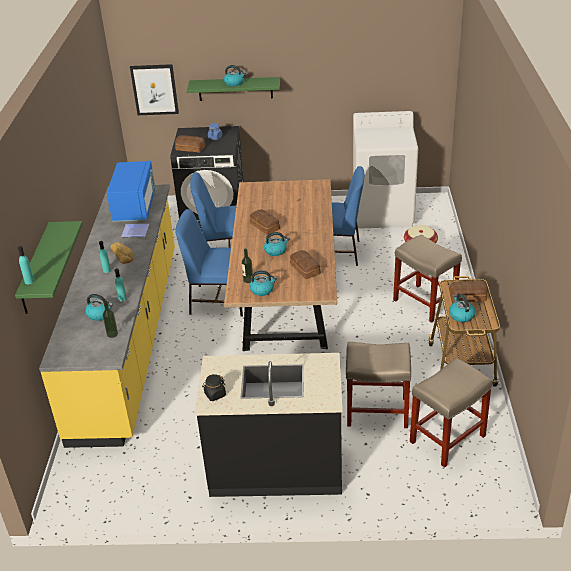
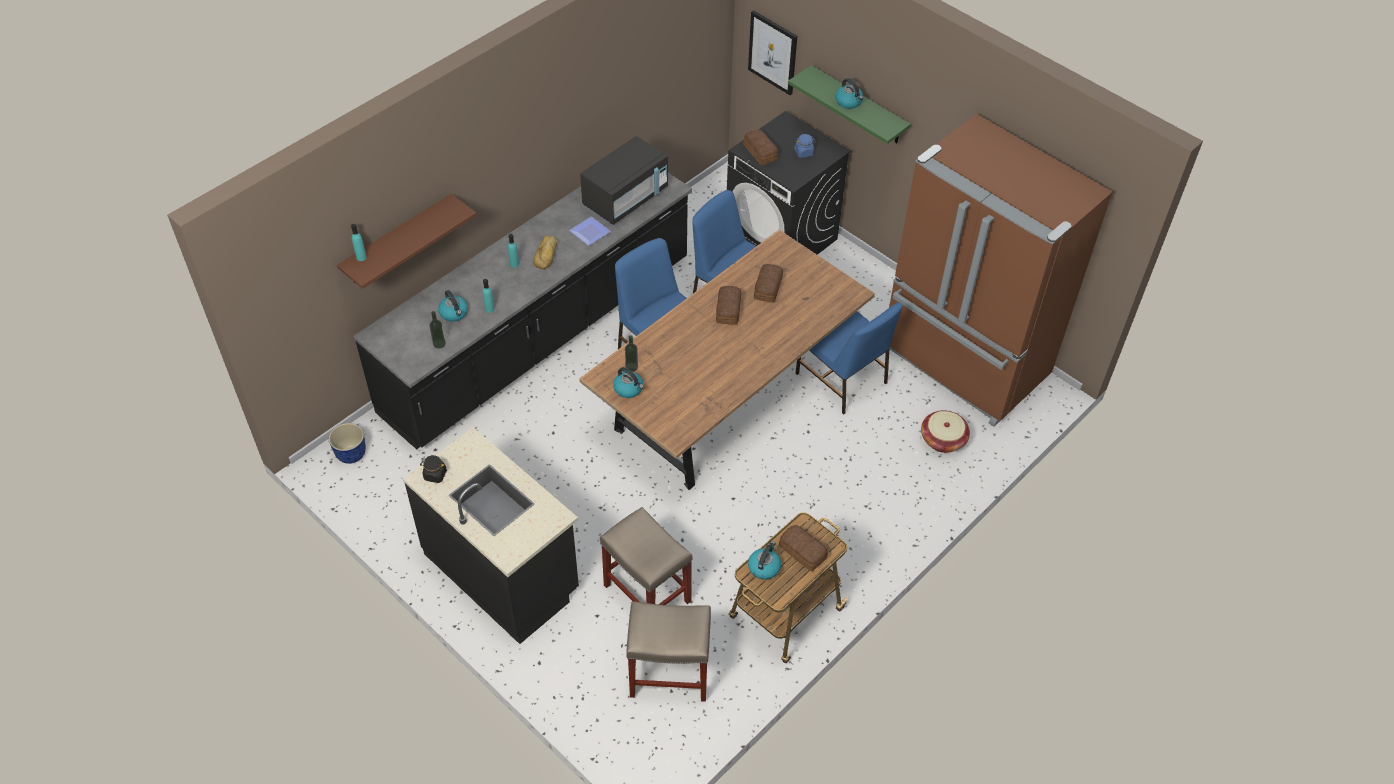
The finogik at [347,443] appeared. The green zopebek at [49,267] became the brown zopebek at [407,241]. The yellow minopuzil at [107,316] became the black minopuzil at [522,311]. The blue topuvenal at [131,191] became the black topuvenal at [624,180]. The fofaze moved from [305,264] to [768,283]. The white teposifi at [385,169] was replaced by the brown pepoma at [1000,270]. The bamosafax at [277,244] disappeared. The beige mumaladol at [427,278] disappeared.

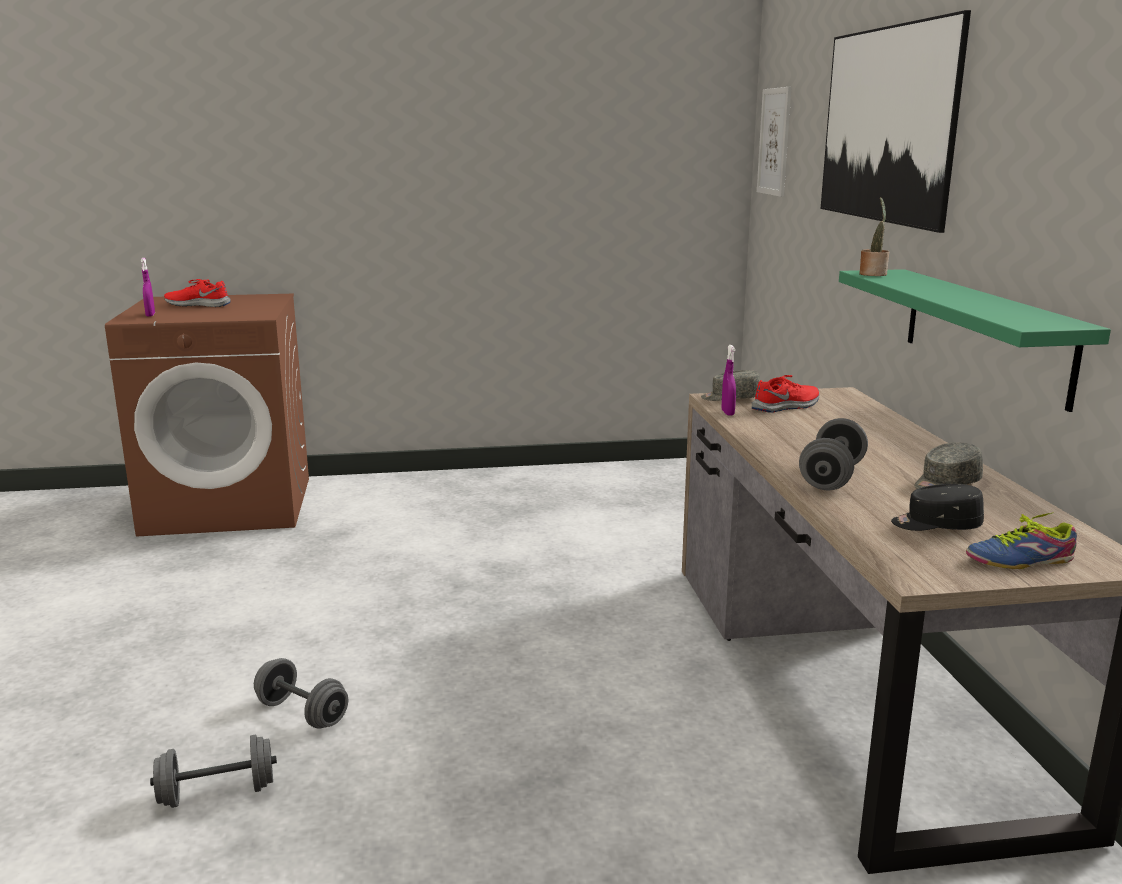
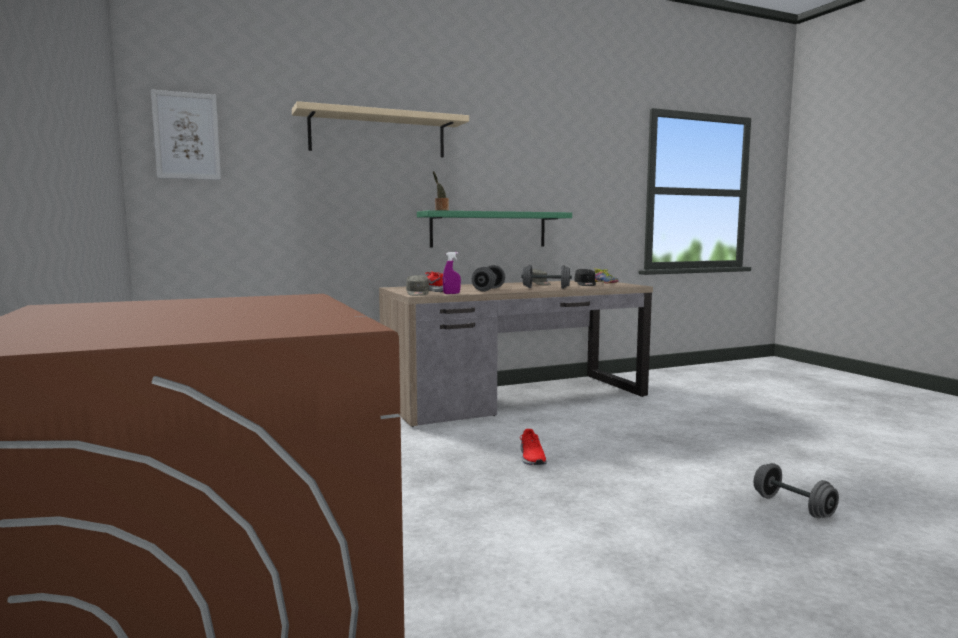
The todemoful at [896,121] was replaced by the beige zopebek at [380,129]. The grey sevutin moved from [301,693] to [488,278]. The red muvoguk moved from [197,293] to [533,447]. The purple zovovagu at [148,287] disappeared.

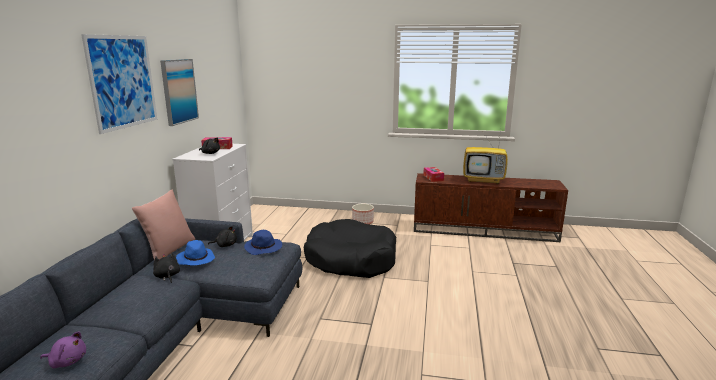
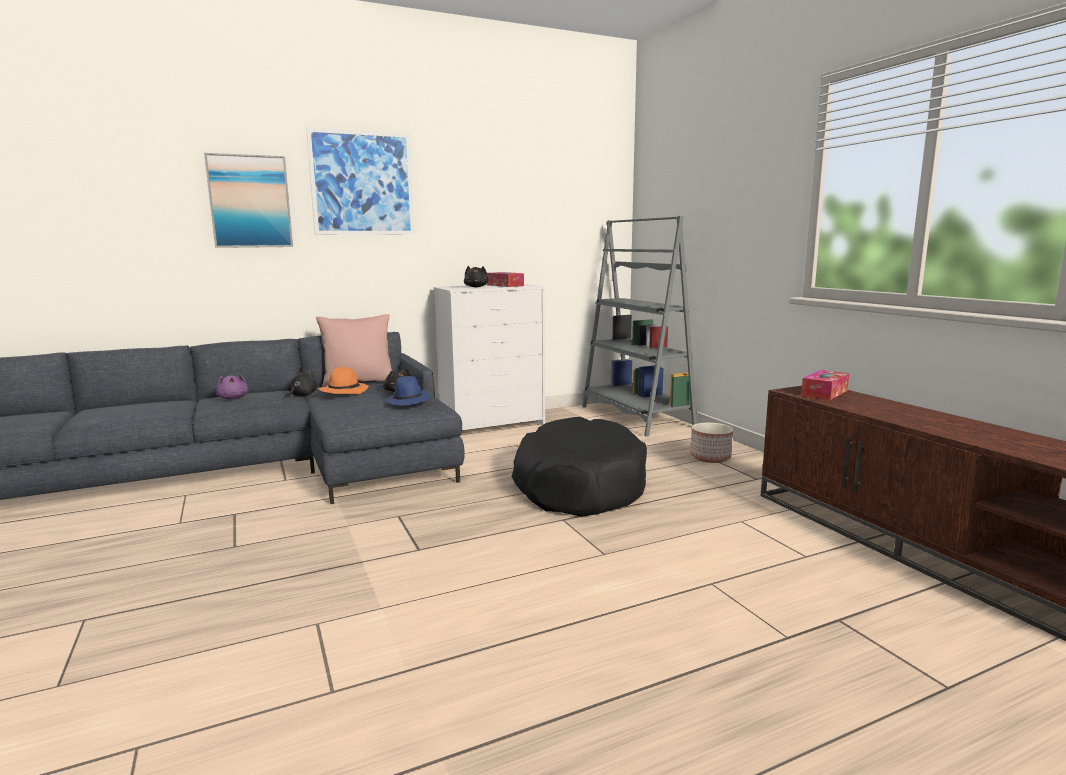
The todemoful moved from [179,92] to [248,200]. The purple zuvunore moved from [63,349] to [232,387]. The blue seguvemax at [195,252] became the orange seguvemax at [343,380]. The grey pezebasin at [639,326] appeared. The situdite at [485,156] disappeared.

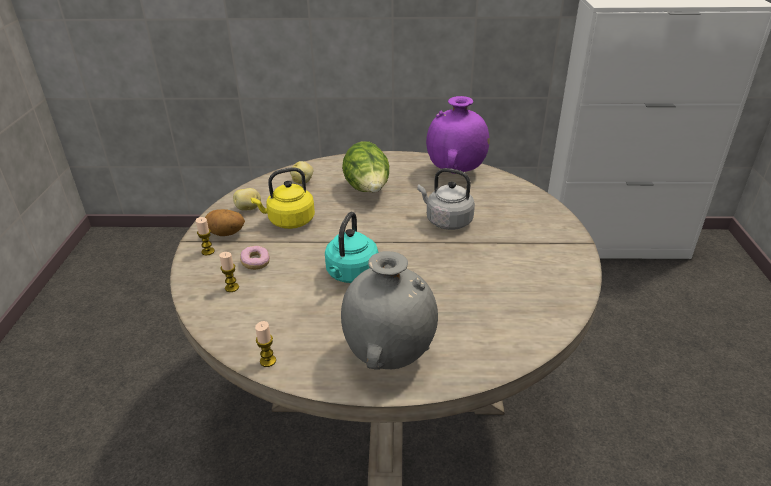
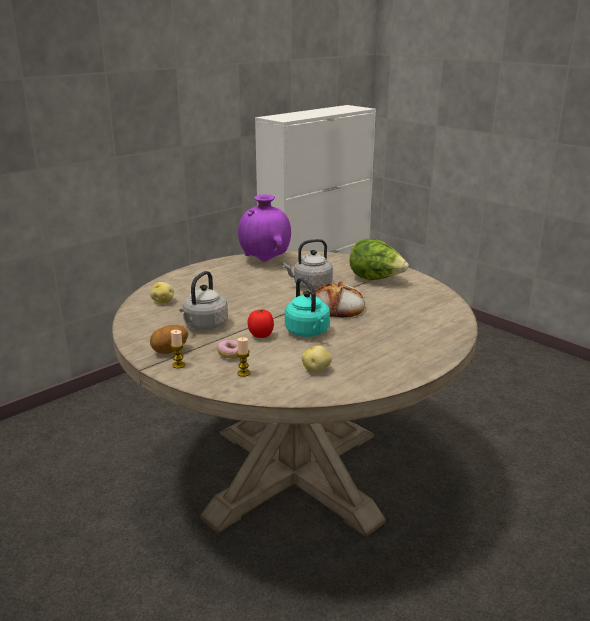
The yellow bamosafax at [283,198] became the grey bamosafax at [203,300]. The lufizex at [260,323] appeared. The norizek moved from [247,199] to [317,359]. The fofaze at [340,299] appeared. The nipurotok moved from [365,167] to [379,259]. The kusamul at [265,344] disappeared. The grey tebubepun at [389,310] disappeared.

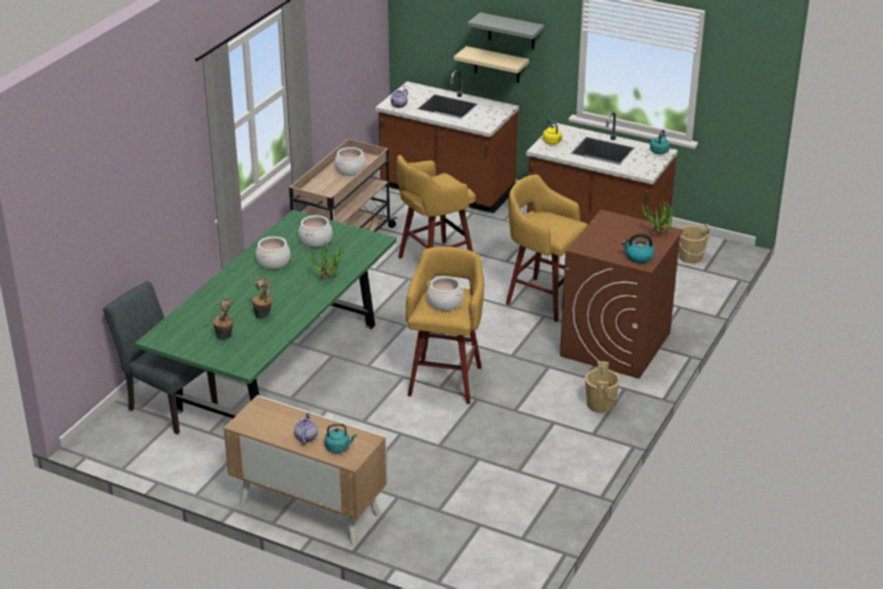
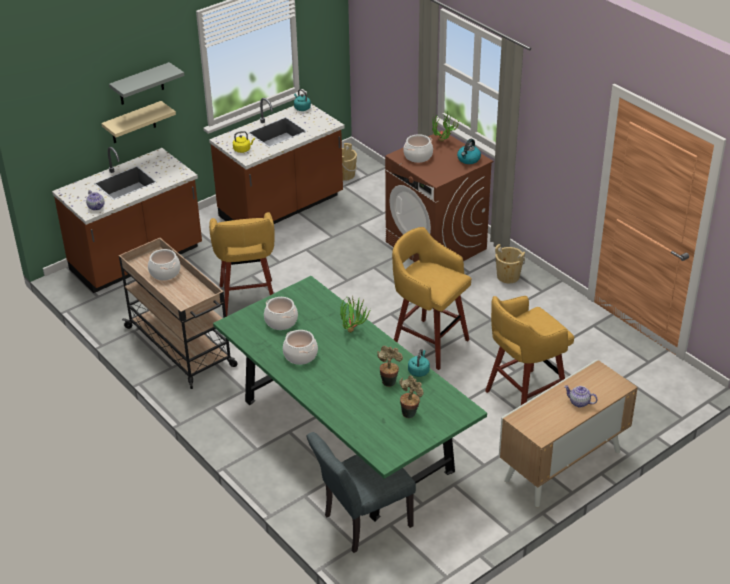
The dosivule moved from [445,293] to [418,148]. The turquoise bamosafax moved from [341,438] to [419,363]. The yellow mumaladol moved from [546,248] to [529,350].

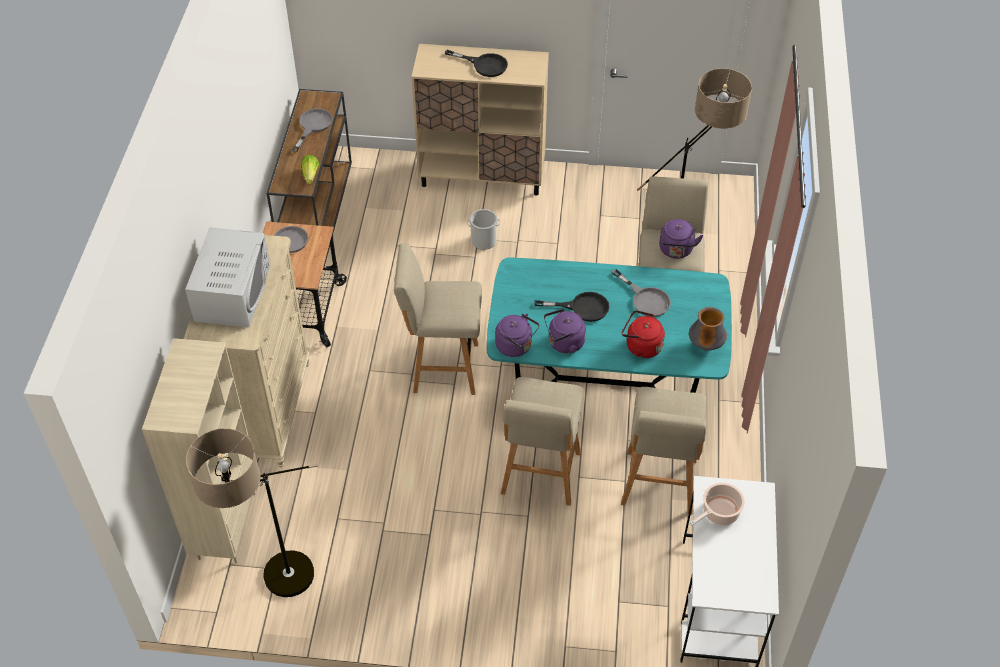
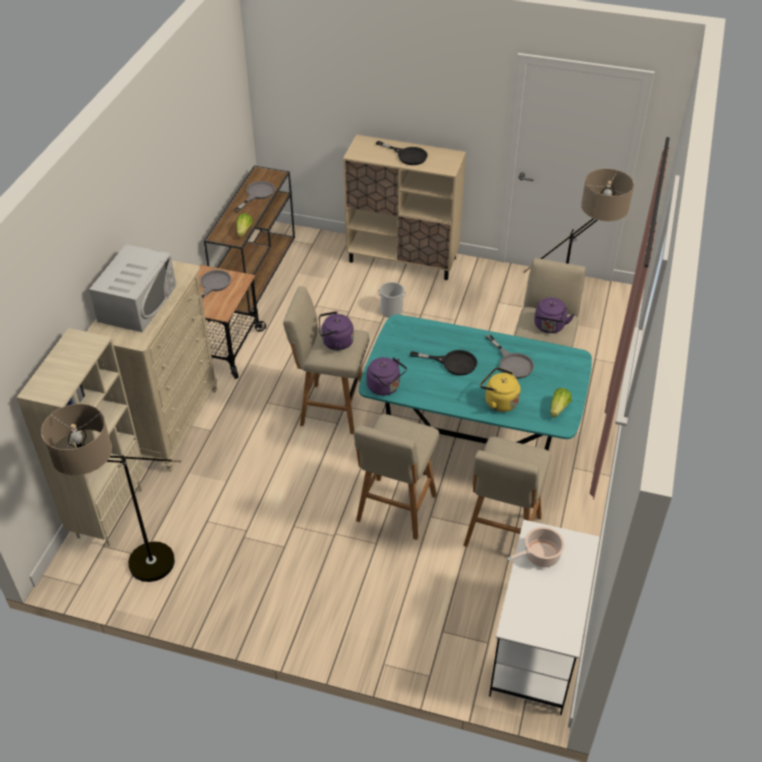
The purple bamosafax moved from [565,331] to [336,330]. The red bamosafax at [643,334] became the yellow bamosafax at [500,389]. The tebubepun at [708,329] was replaced by the nipurotok at [561,403].

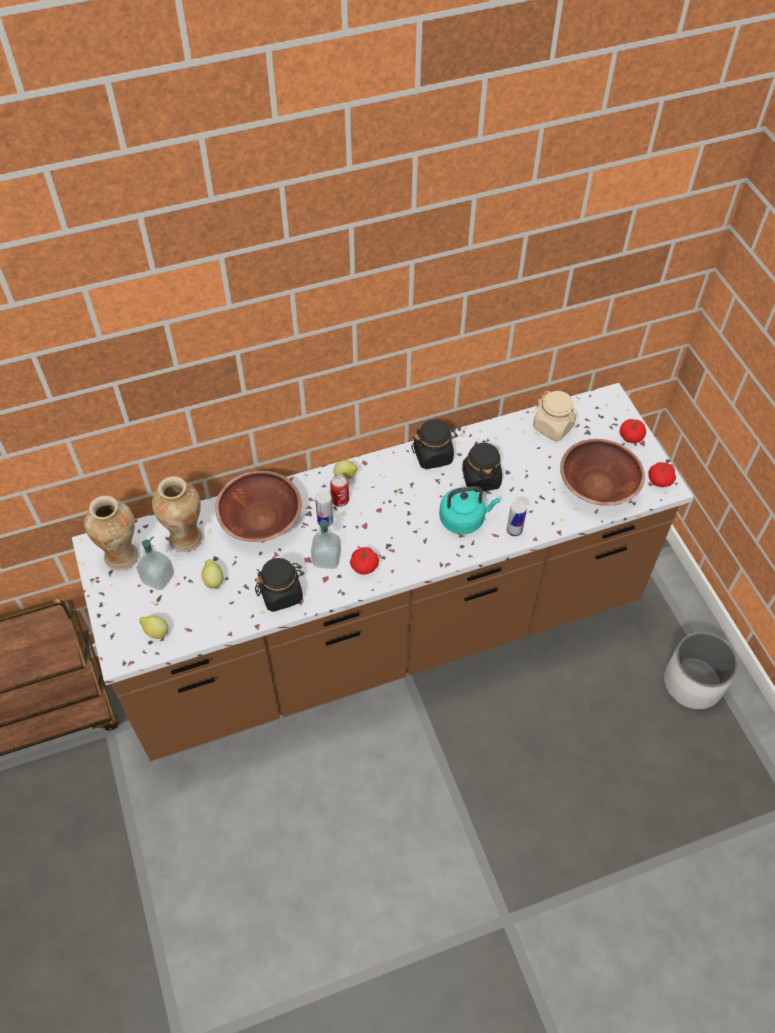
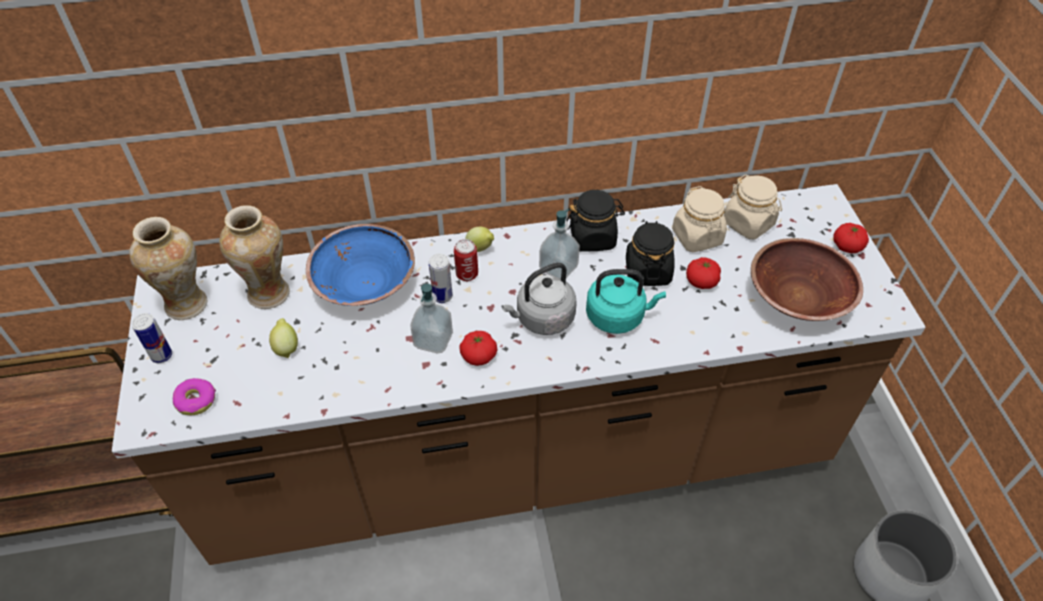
The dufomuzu moved from [517,518] to [152,338]. The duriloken at [154,627] was replaced by the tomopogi at [194,396]. The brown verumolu at [258,506] became the blue verumolu at [360,265]. The grey bamosafax at [539,298] appeared. The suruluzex moved from [155,563] to [559,244]. The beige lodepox at [699,219] appeared. The lufizex moved from [662,474] to [703,273]. The black lodepox at [279,585] disappeared.

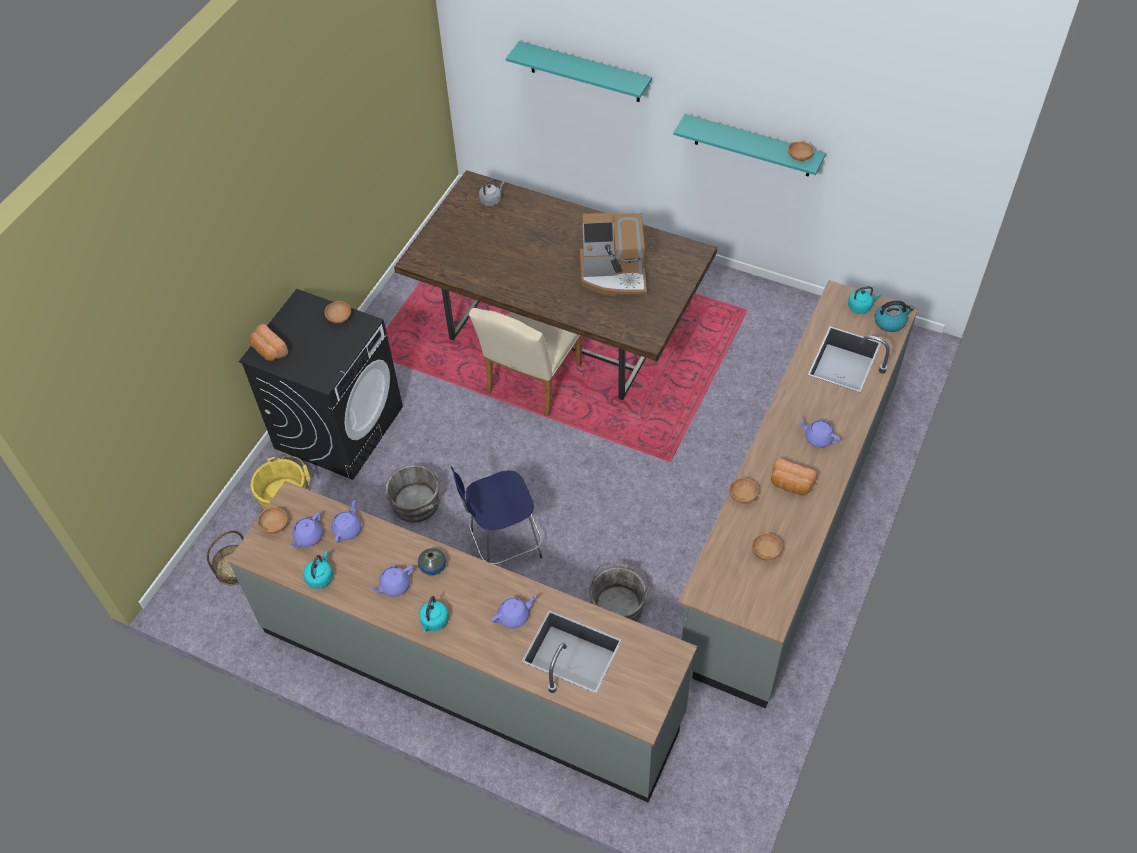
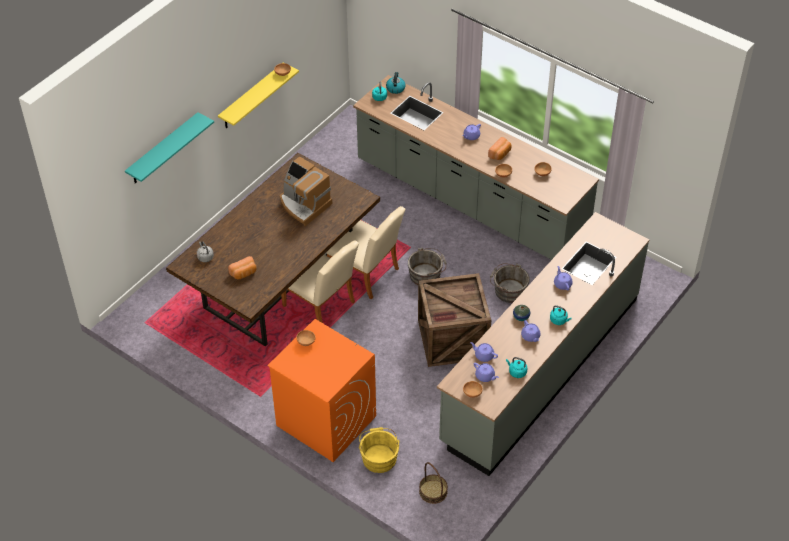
The turquoise zopebek at [749,145] became the yellow zopebek at [258,95]. The fofaze moved from [268,342] to [242,267]. The black teposifi at [321,384] became the orange teposifi at [321,390]. The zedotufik at [613,255] turned 120 degrees clockwise. The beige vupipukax at [365,252] appeared. The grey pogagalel moved from [414,494] to [427,266]. The blue mumaladol at [496,516] was replaced by the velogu at [454,320].

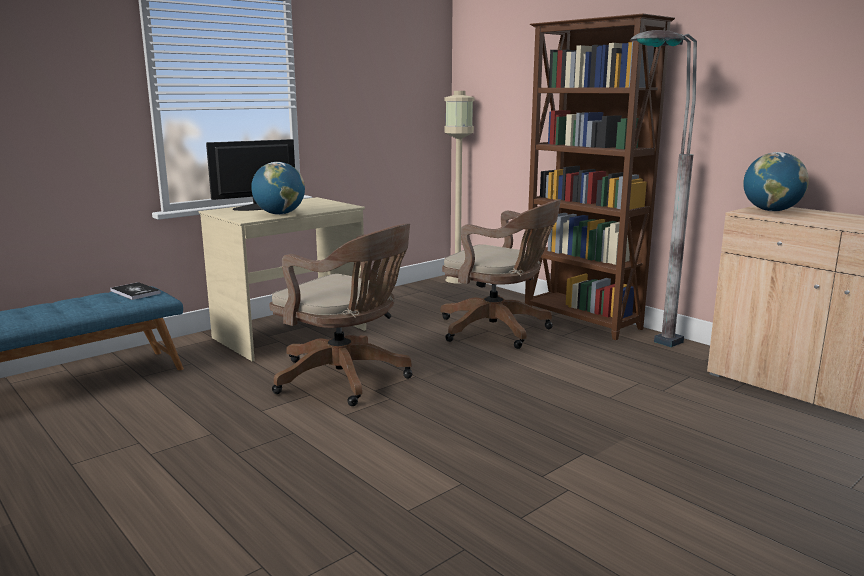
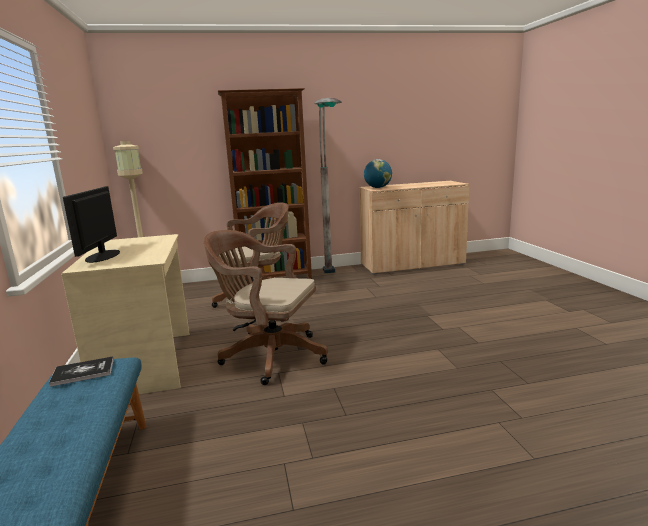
The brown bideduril at [340,315] turned 135 degrees counterclockwise. The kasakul at [278,188] disappeared.

